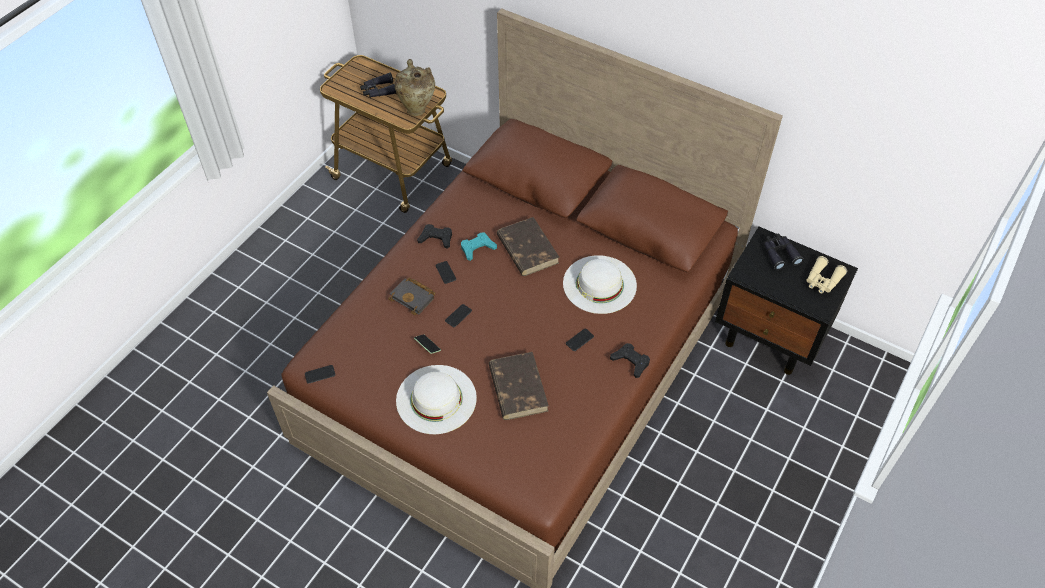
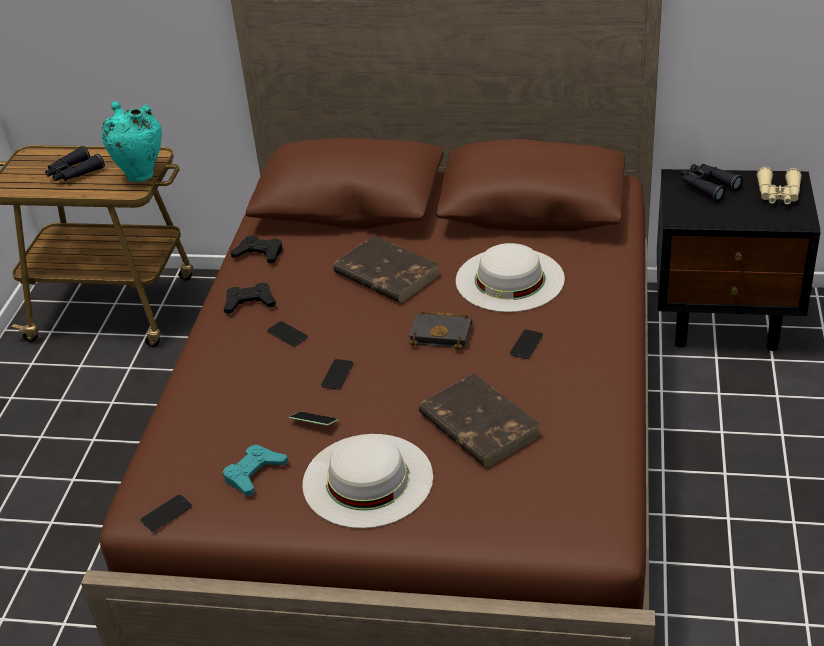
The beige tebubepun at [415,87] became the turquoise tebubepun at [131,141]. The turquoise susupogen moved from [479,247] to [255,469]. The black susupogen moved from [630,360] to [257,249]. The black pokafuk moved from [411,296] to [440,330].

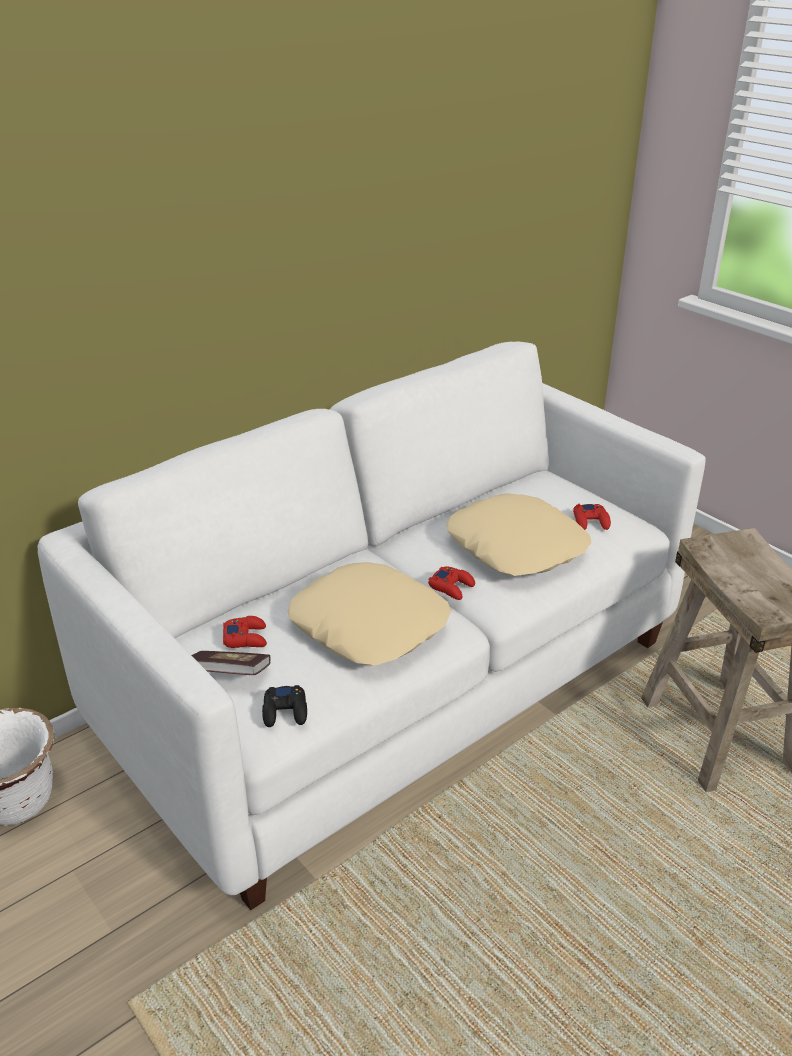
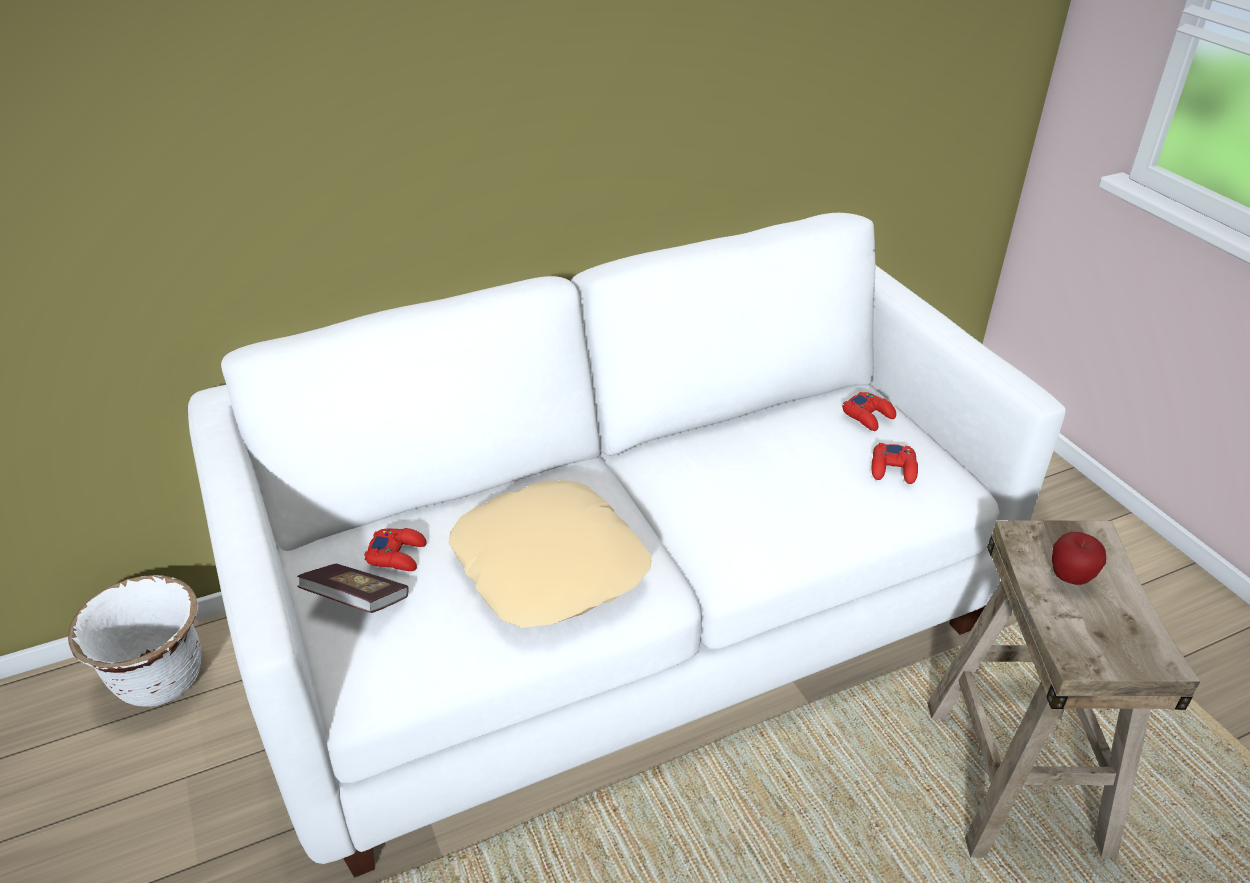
The red susupogen moved from [451,583] to [869,411]. The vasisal at [1079,558] appeared. The black susupogen at [284,706] disappeared. The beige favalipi at [518,534] disappeared.

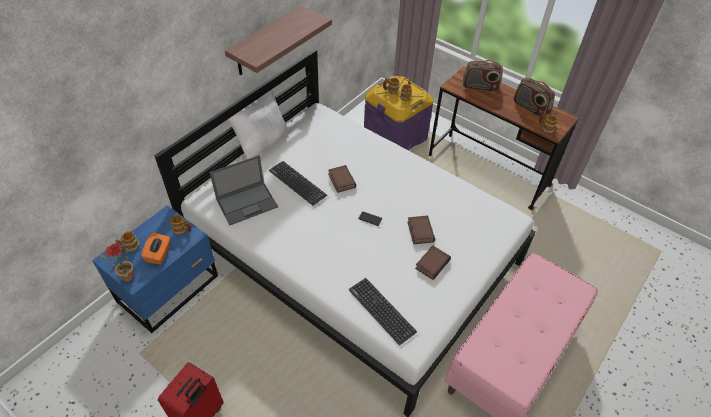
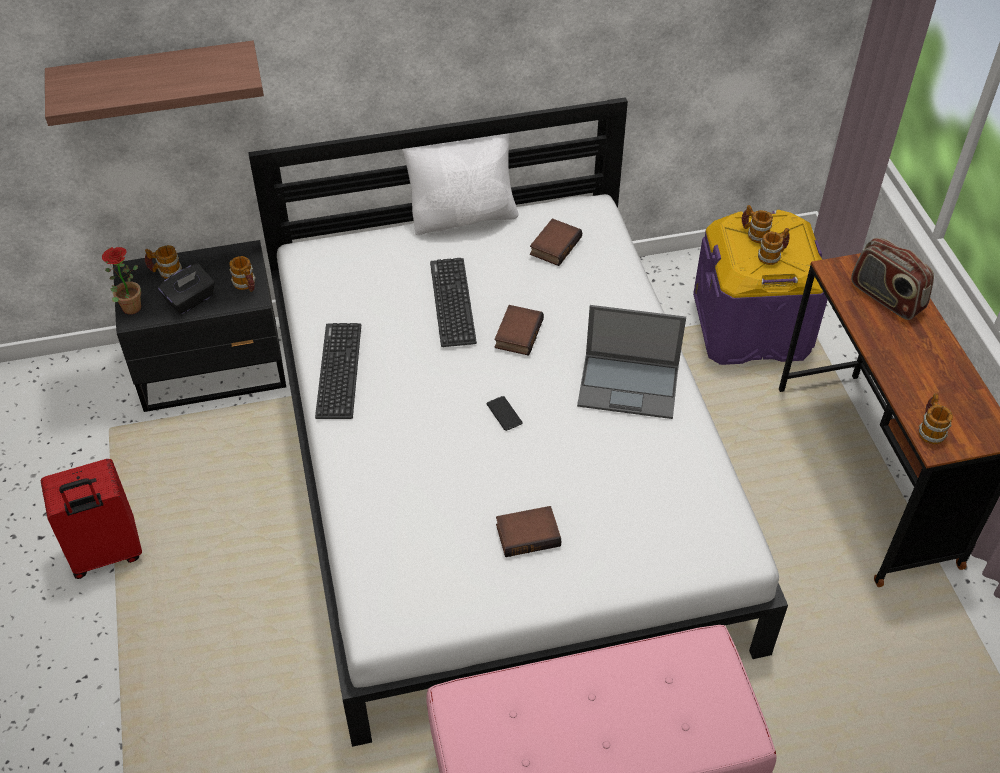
The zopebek moved from [278,40] to [154,83]. The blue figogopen at [155,269] became the black figogopen at [199,326]. The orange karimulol at [155,248] became the black karimulol at [186,289]. The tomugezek moved from [383,311] to [338,371]. The pokafuk moved from [421,229] to [556,242]. The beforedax moved from [244,190] to [631,362]. The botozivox at [534,97] disappeared.

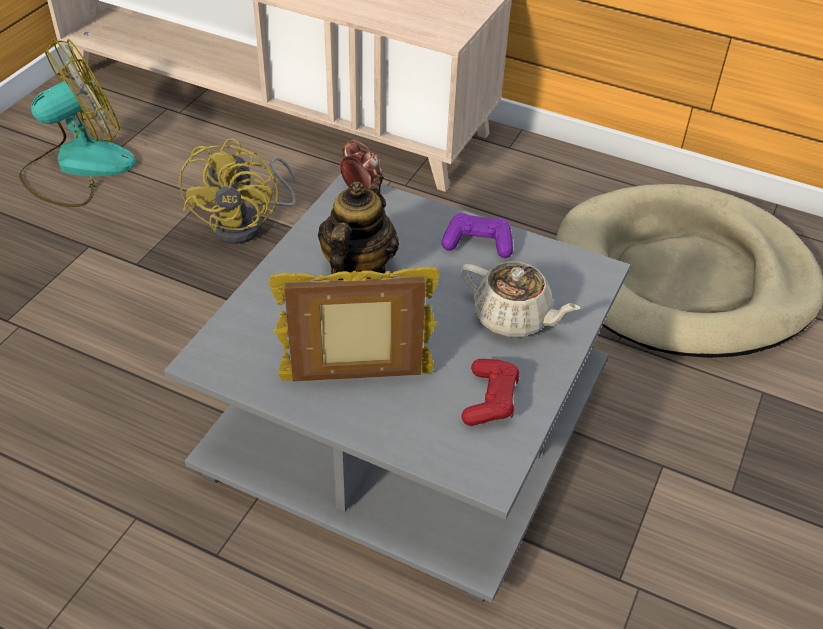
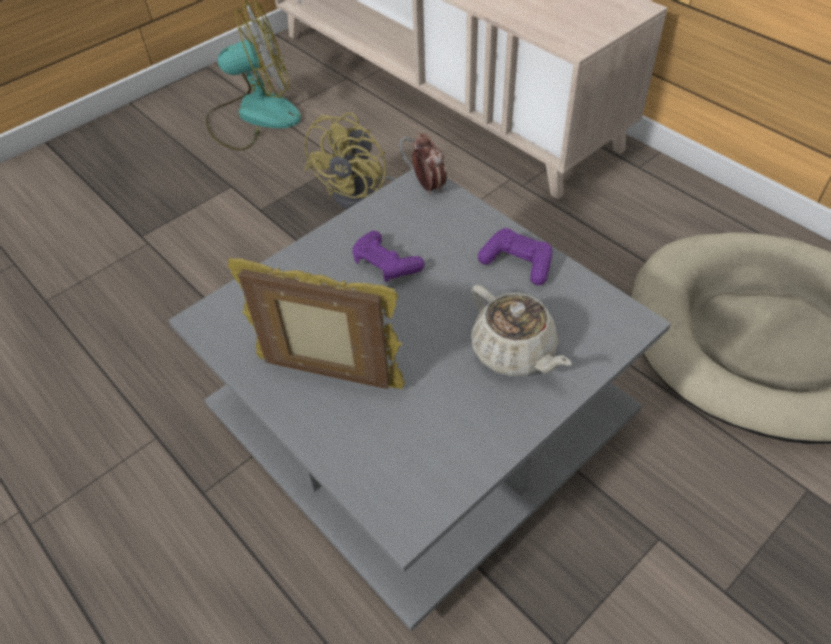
The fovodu at [358,227] was replaced by the purple susupogen at [388,256]. The red susupogen at [490,392] disappeared.

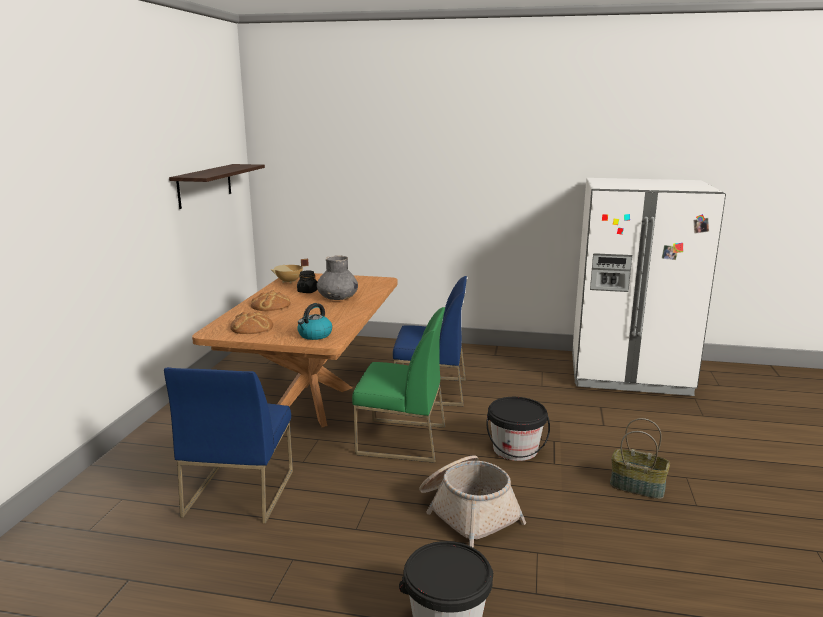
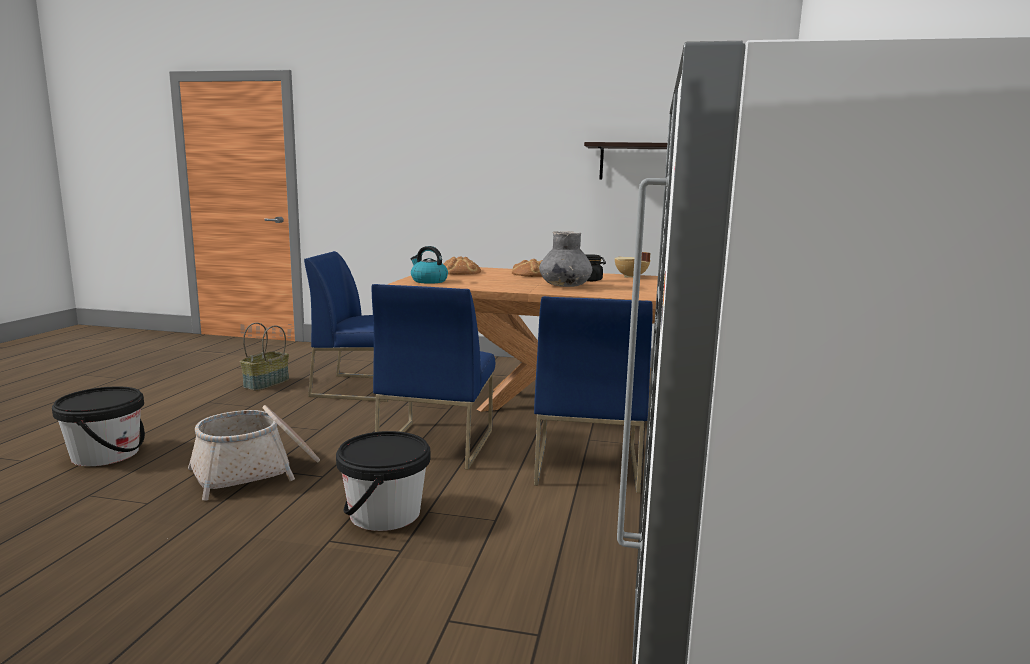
The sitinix moved from [640,458] to [264,356]. The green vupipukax at [398,385] became the blue vupipukax at [433,377].

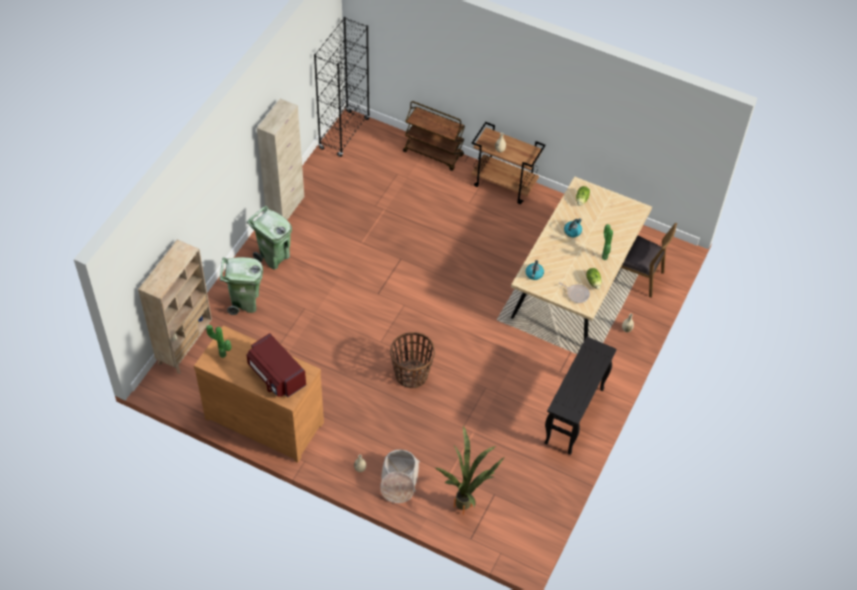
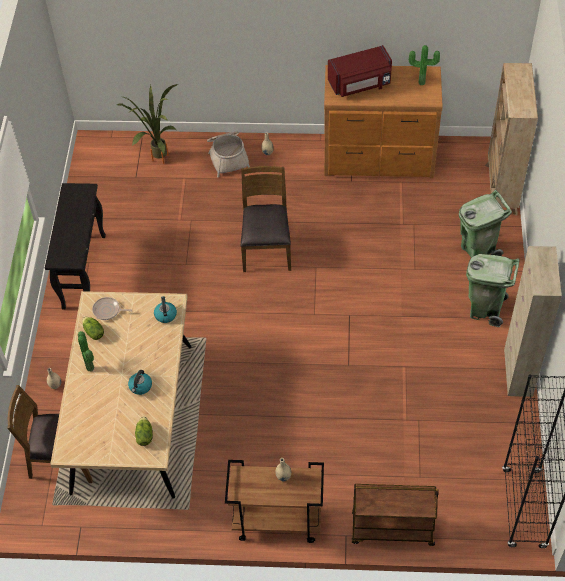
The sitinix at [412,360] was replaced by the brown vupipukax at [266,219]. The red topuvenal at [276,365] turned 135 degrees clockwise.

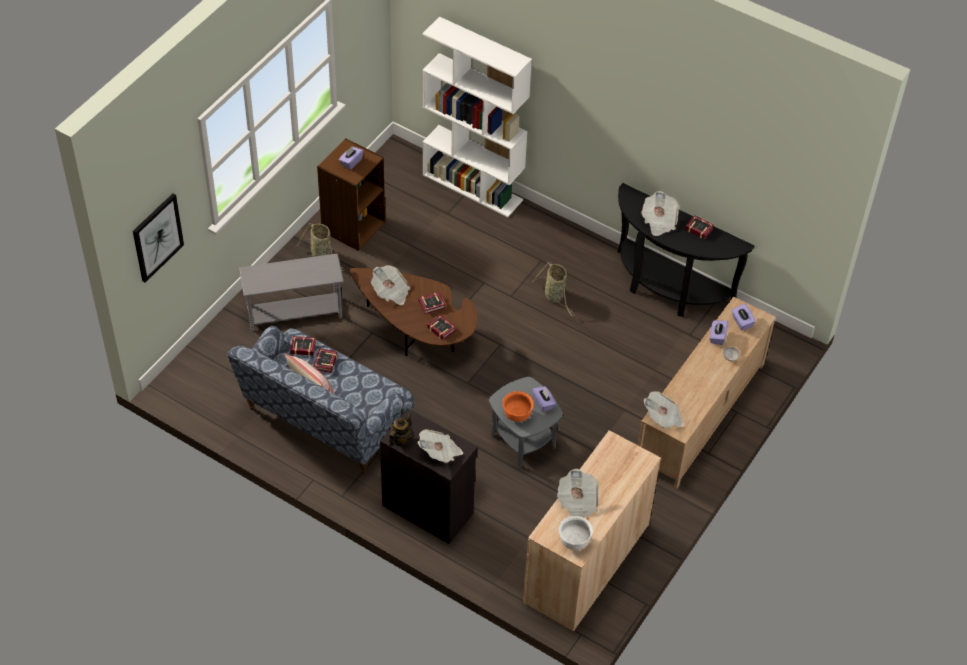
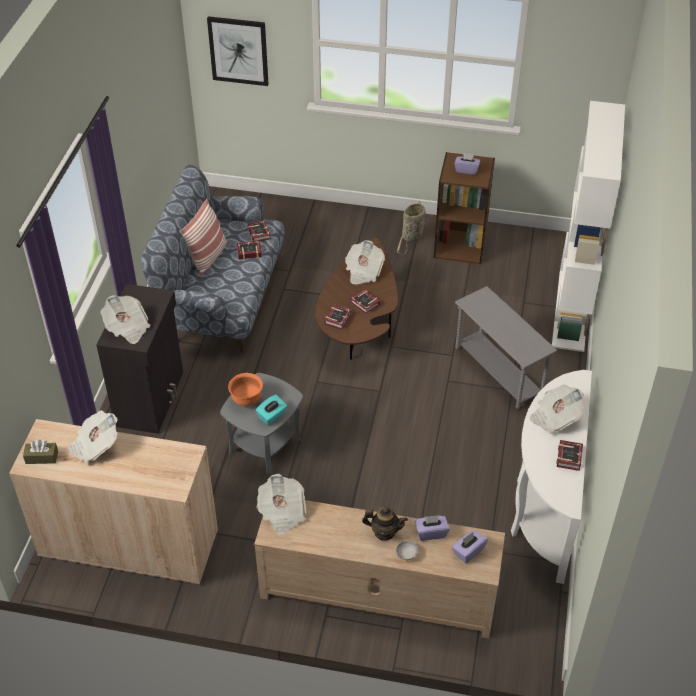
The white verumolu at [576,533] was replaced by the brown karimulol at [40,452]. The purple karimulol at [544,399] became the turquoise karimulol at [271,410]. The fovodu moved from [401,430] to [385,524]. The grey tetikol moved from [291,292] to [506,347]. The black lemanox at [686,250] became the white lemanox at [551,477]. The sitinix at [553,289] disappeared.

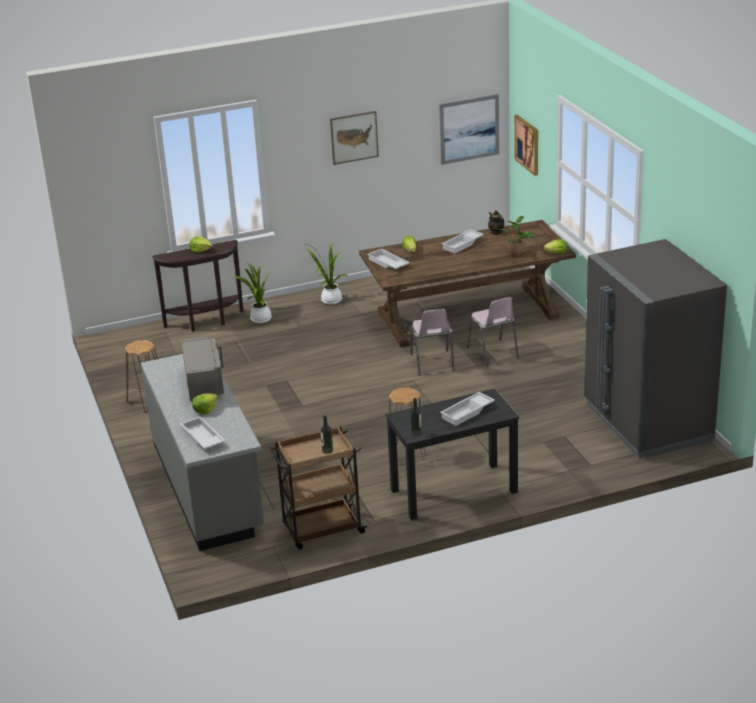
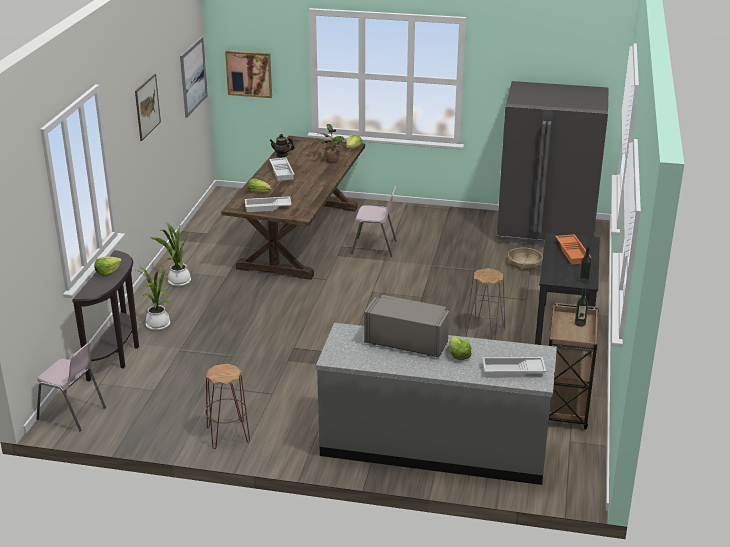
The pink vupipukax moved from [432,342] to [71,387]. The sitinix at [525,259] appeared. The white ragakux at [467,409] became the orange ragakux at [573,249].

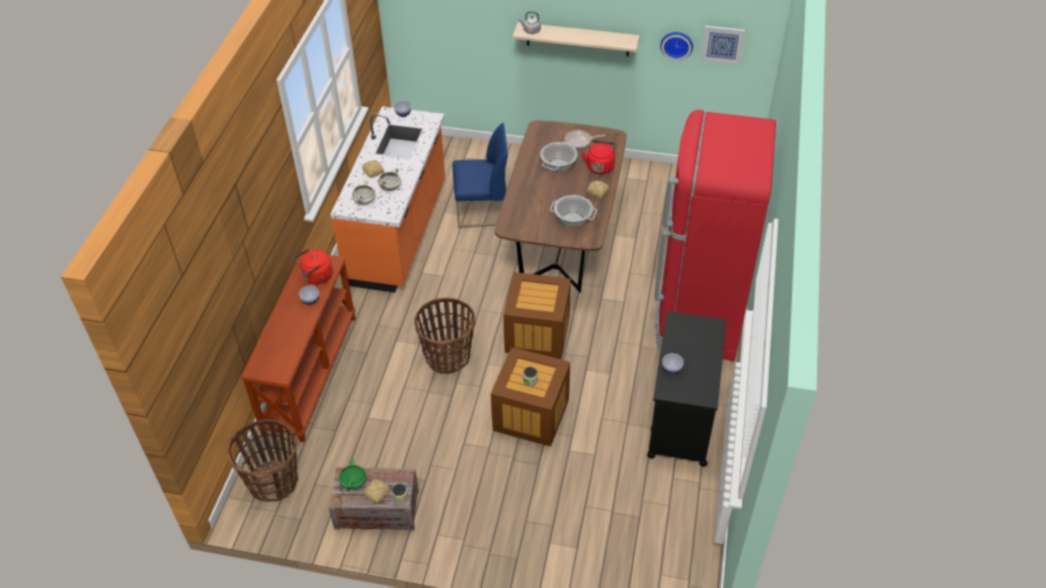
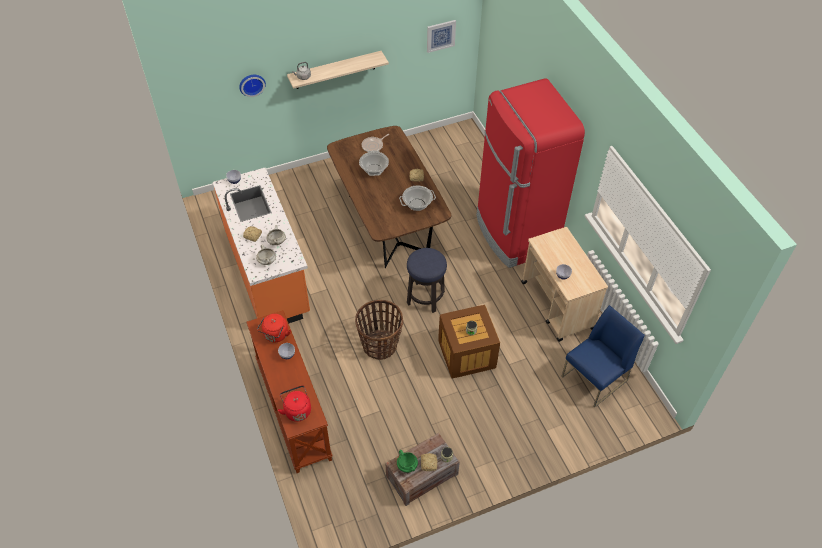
The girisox moved from [676,46] to [252,86]. The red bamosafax moved from [598,157] to [294,403]. The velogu at [537,315] was replaced by the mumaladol at [427,280]. The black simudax at [686,389] became the beige simudax at [564,284]. The blue vupipukax moved from [480,175] to [603,356]. The sitinix at [263,460] disappeared.

